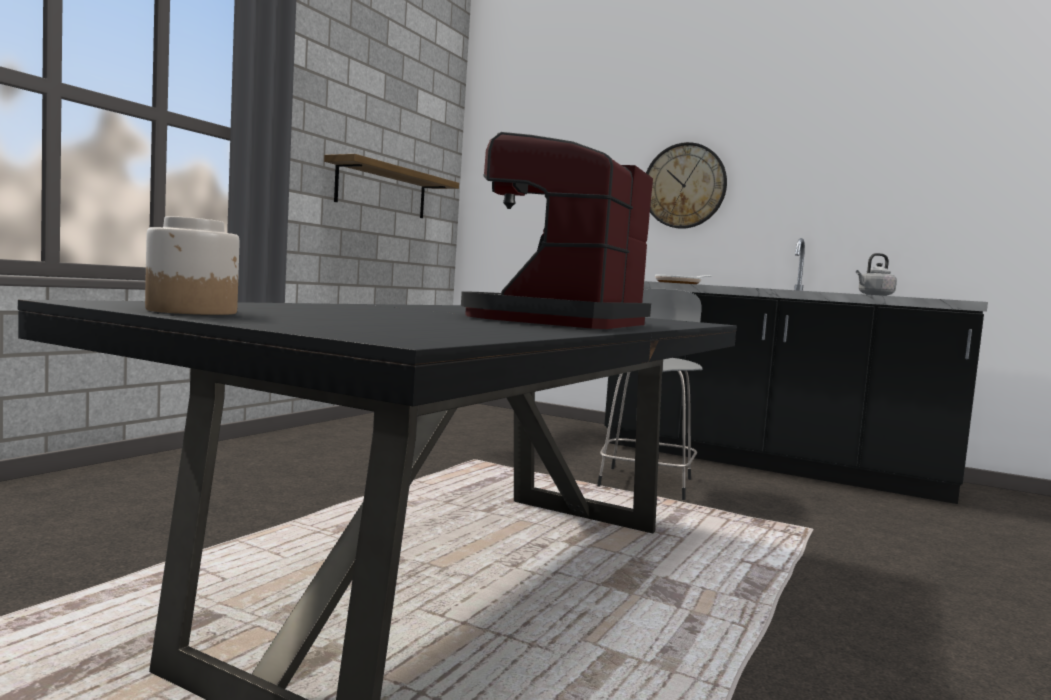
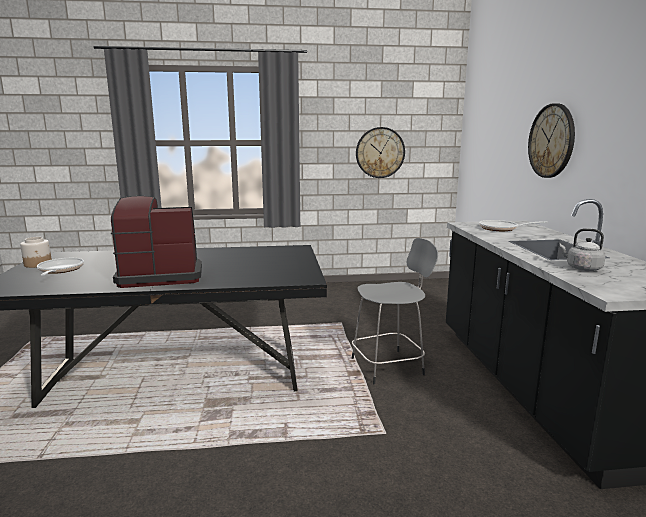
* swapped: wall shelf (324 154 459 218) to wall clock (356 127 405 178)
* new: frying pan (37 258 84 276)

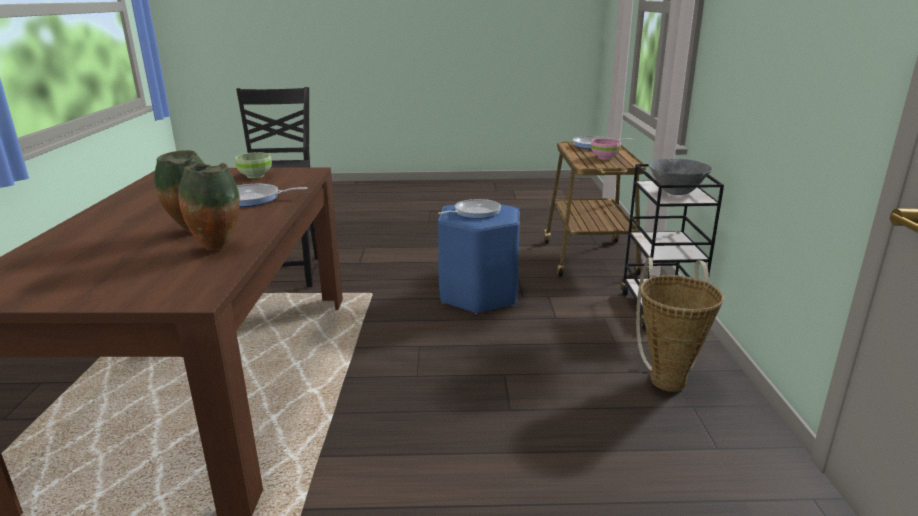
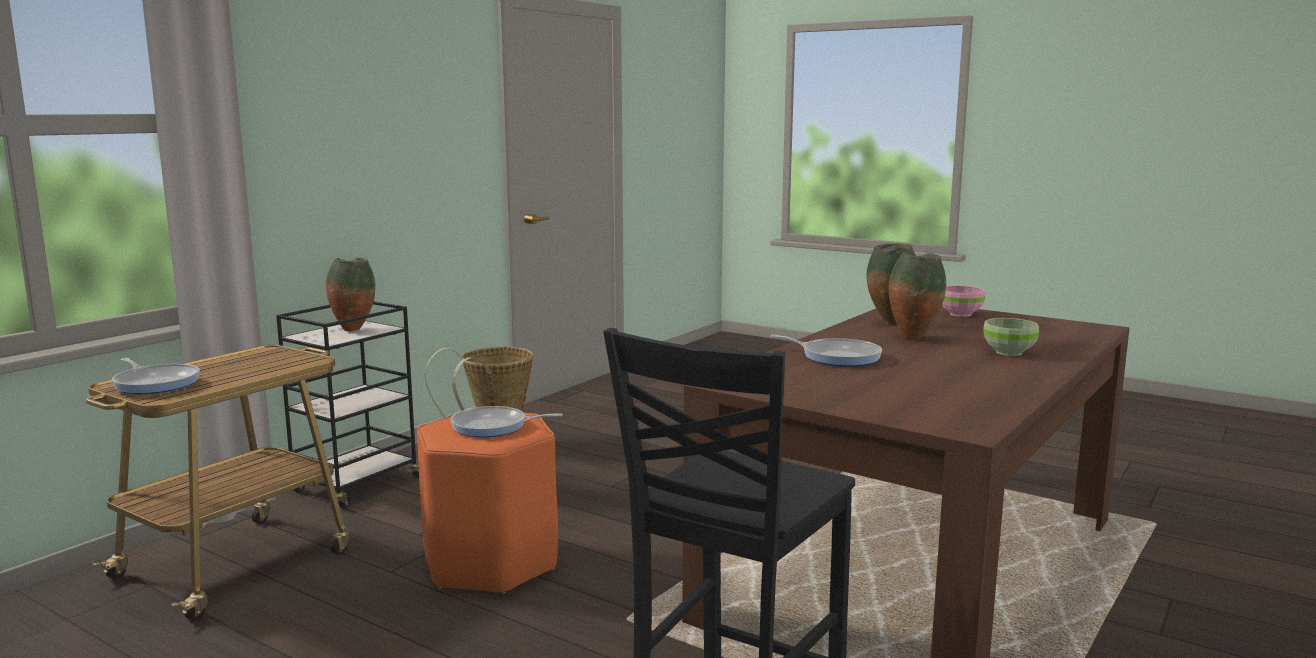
* shifted: deep dish (pink-coloured) (591 138 621 160) to (942 285 985 317)
* shifted: deep dish (greenish) (235 152 272 178) to (983 318 1039 356)
* swapped: deep dish (gray) (648 159 713 195) to decorative vase (326 257 375 332)
* repainted: stool (blue) (438 204 520 315) to stool (orange) (417 413 558 594)

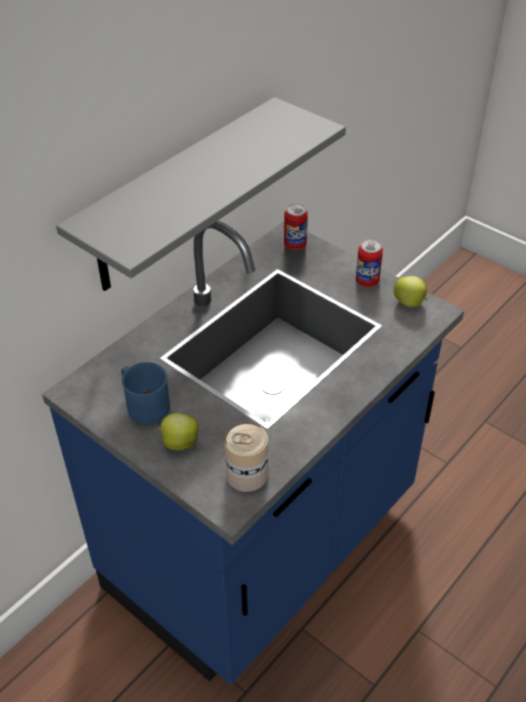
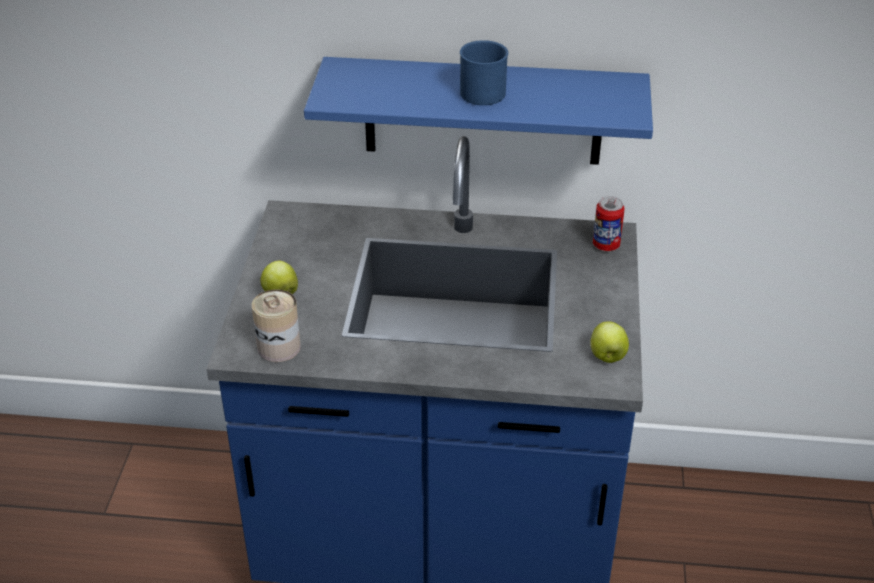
* repainted: wall shelf (gray) (56 97 346 291) to wall shelf (blue) (304 57 653 165)
* gone: can (356 239 383 287)
* shifted: mug (blue) (121 362 170 424) to (460 40 508 105)

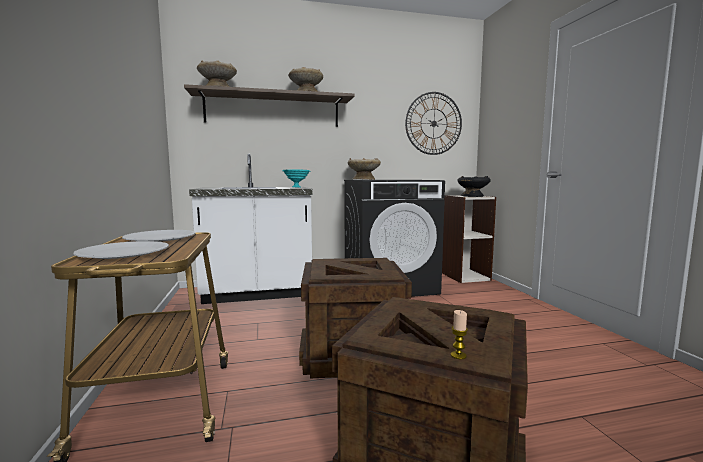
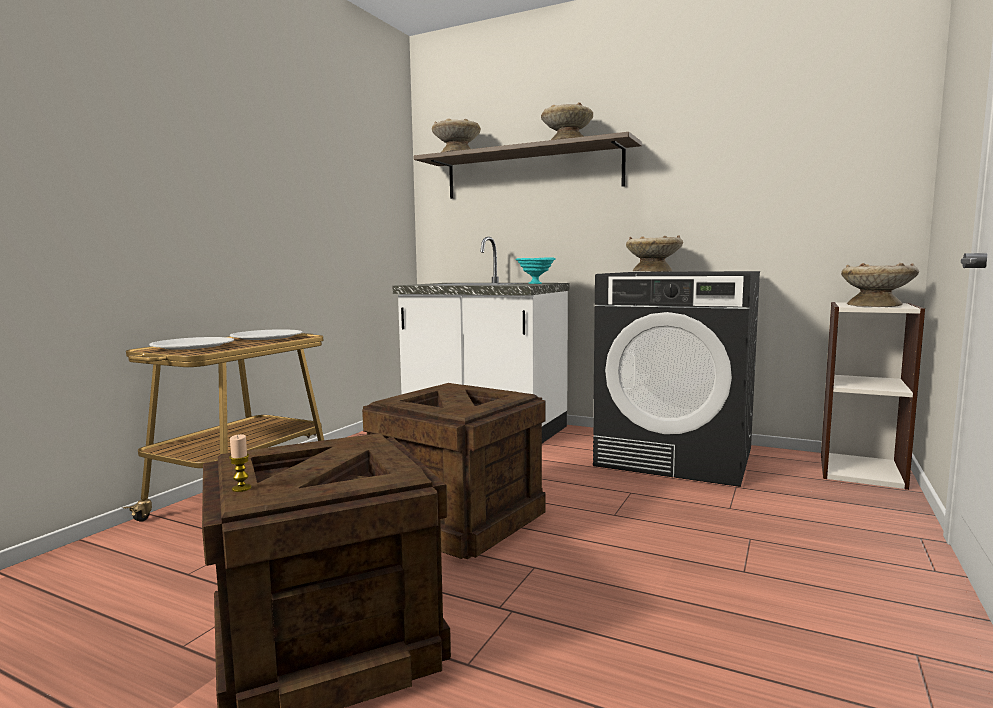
* gone: wall clock (405 92 462 155)
* repainted: deep dish (blackish) (457 176 491 197) to deep dish (beige-coloured) (841 263 919 307)

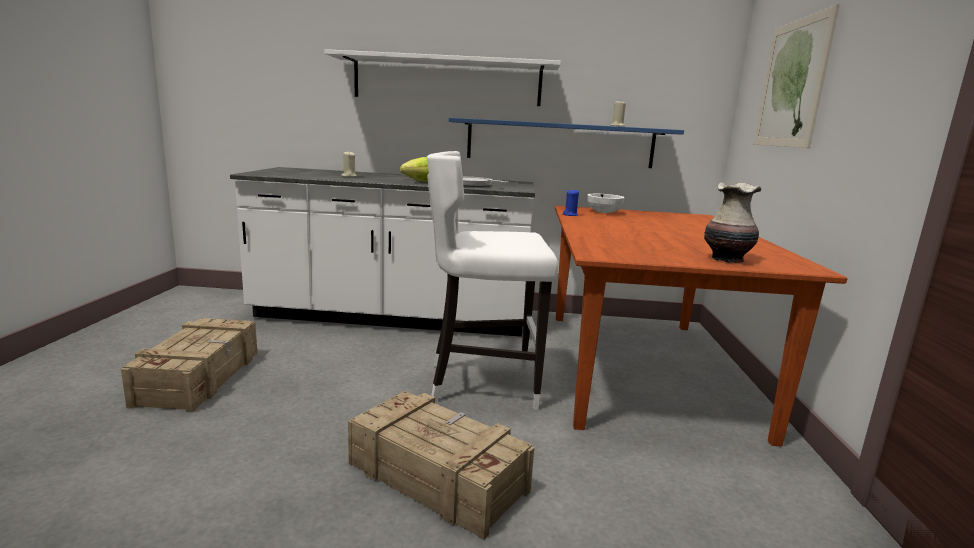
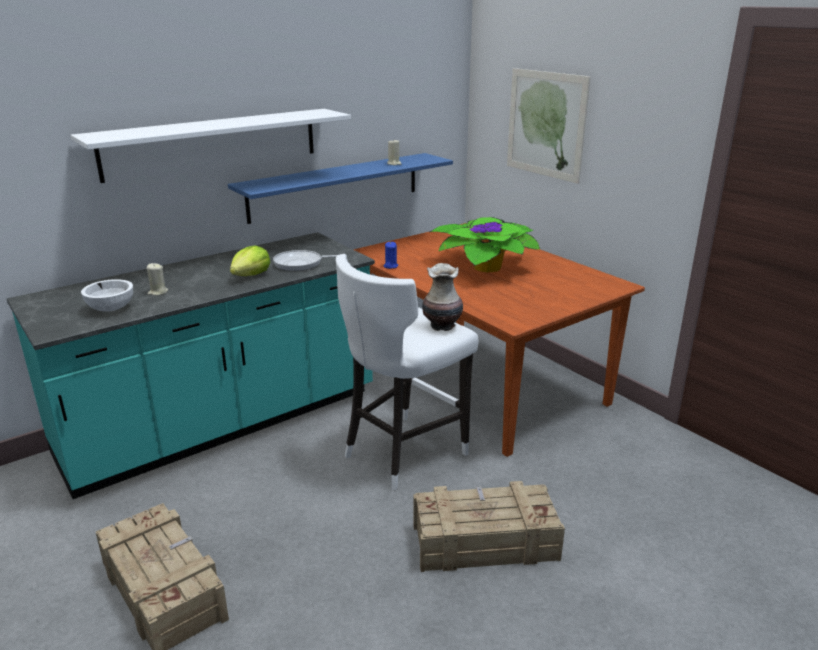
* repainted: counter (white) (230 167 535 337) to counter (turquoise) (7 232 375 499)
* shifted: decorative vase (704 182 761 263) to (422 263 463 331)
* shifted: deep dish (white) (587 194 625 213) to (81 279 133 312)
* new: plant in a pot (430 217 540 272)

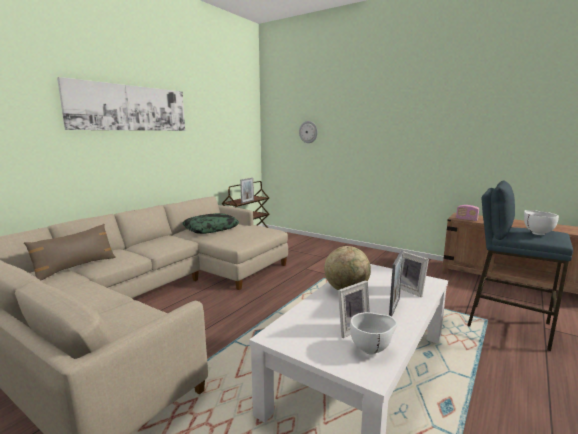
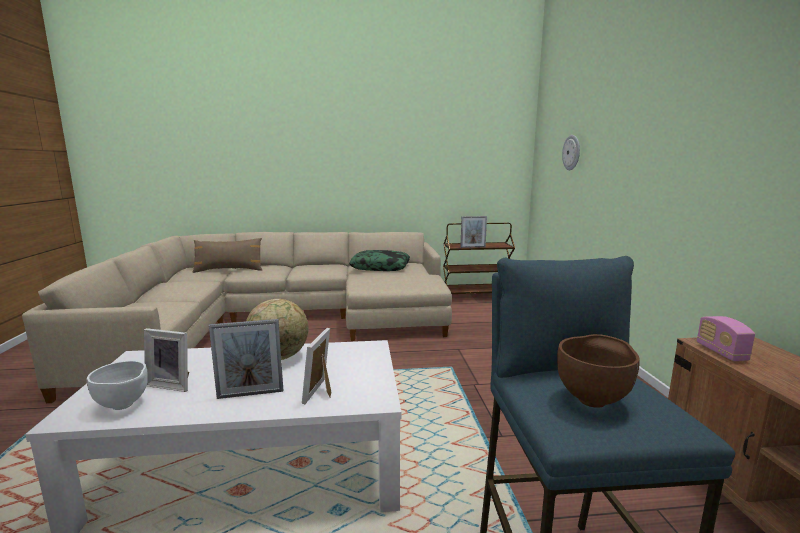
* gone: wall picture (57 77 185 131)
* repainted: deep dish (white) (524 210 559 235) to deep dish (brown-coloured) (557 334 640 408)

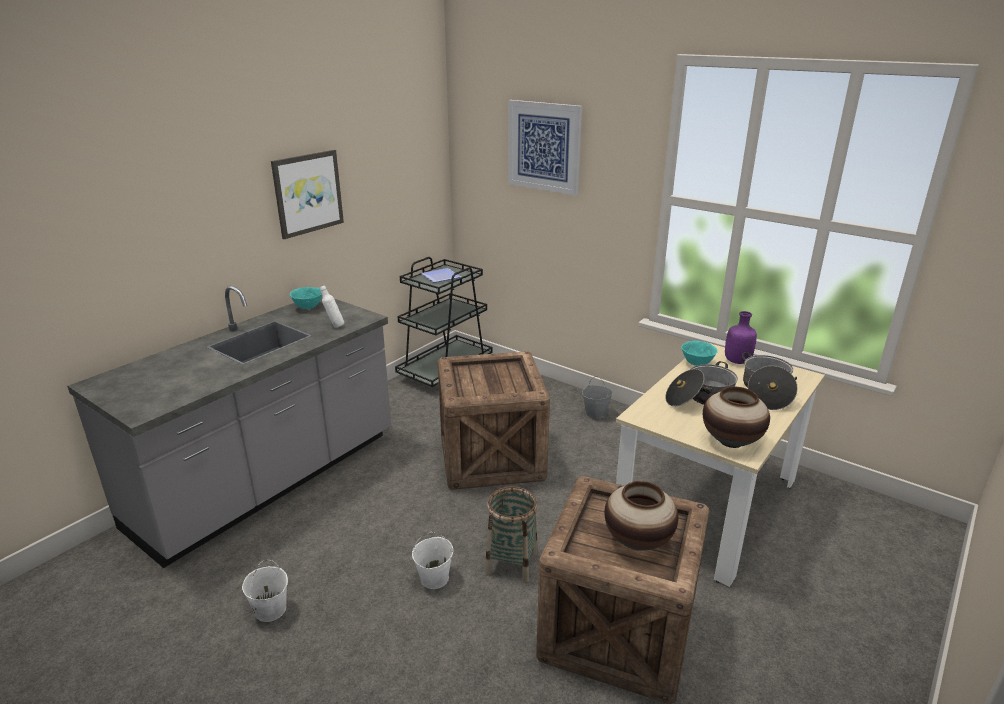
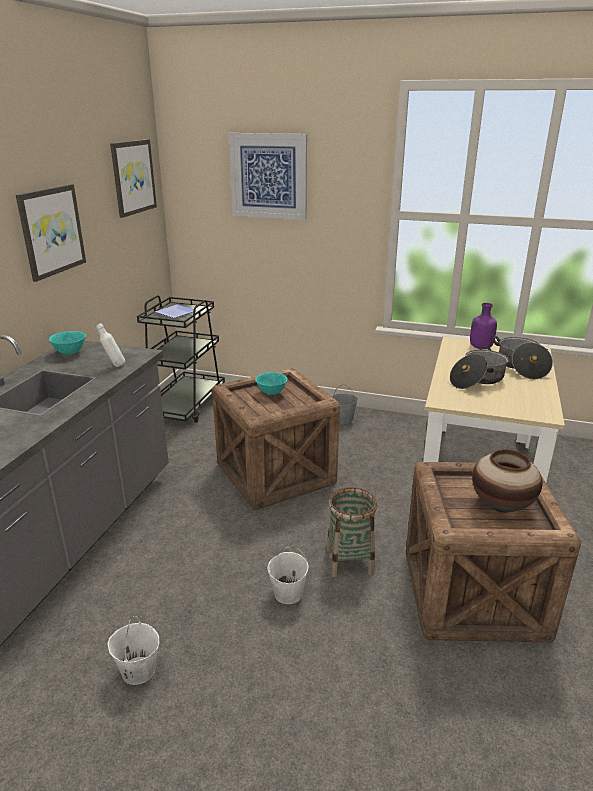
* shifted: deep dish (turquoise) (681 341 718 366) to (256 372 288 395)
* gone: decorative vase (703 387 770 448)
* new: wall picture (110 139 157 218)

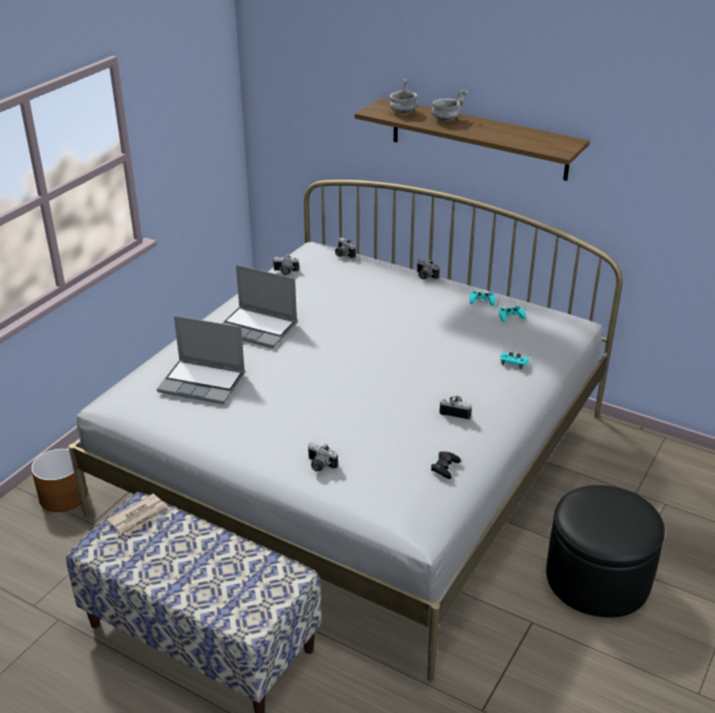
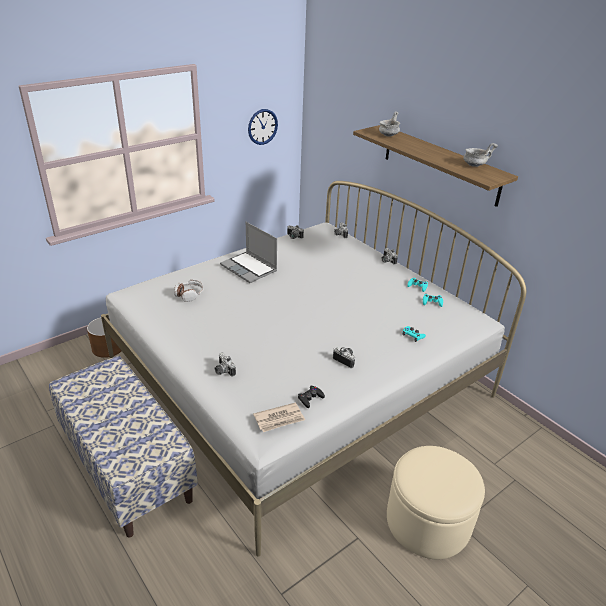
* shifted: deep dish (gray) (431 90 468 121) to (463 143 498 167)
* swapped: laptop (157 316 245 404) to headset (174 280 204 302)
* repainted: ottoman (blackish) (546 485 665 617) to ottoman (beige-coloured) (387 446 485 559)
* shifted: newspaper (107 494 170 535) to (253 402 305 432)
* new: wall clock (248 109 278 145)

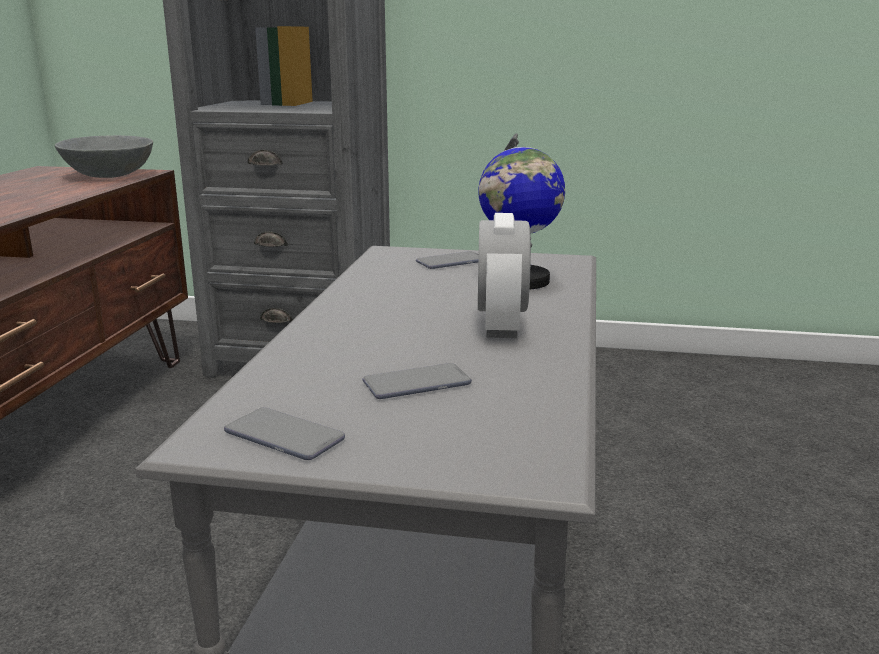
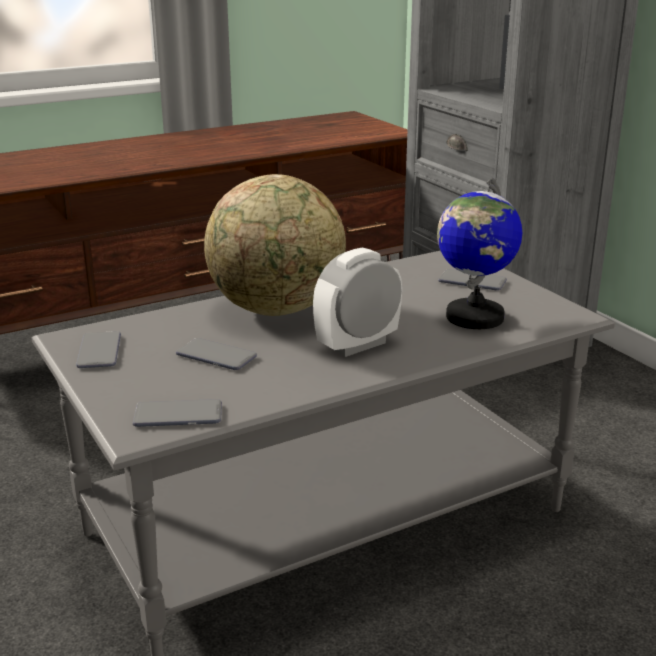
* gone: deep dish (gray) (55 135 153 178)
* new: desk globe (204 174 346 316)
* new: handset (133 399 222 427)

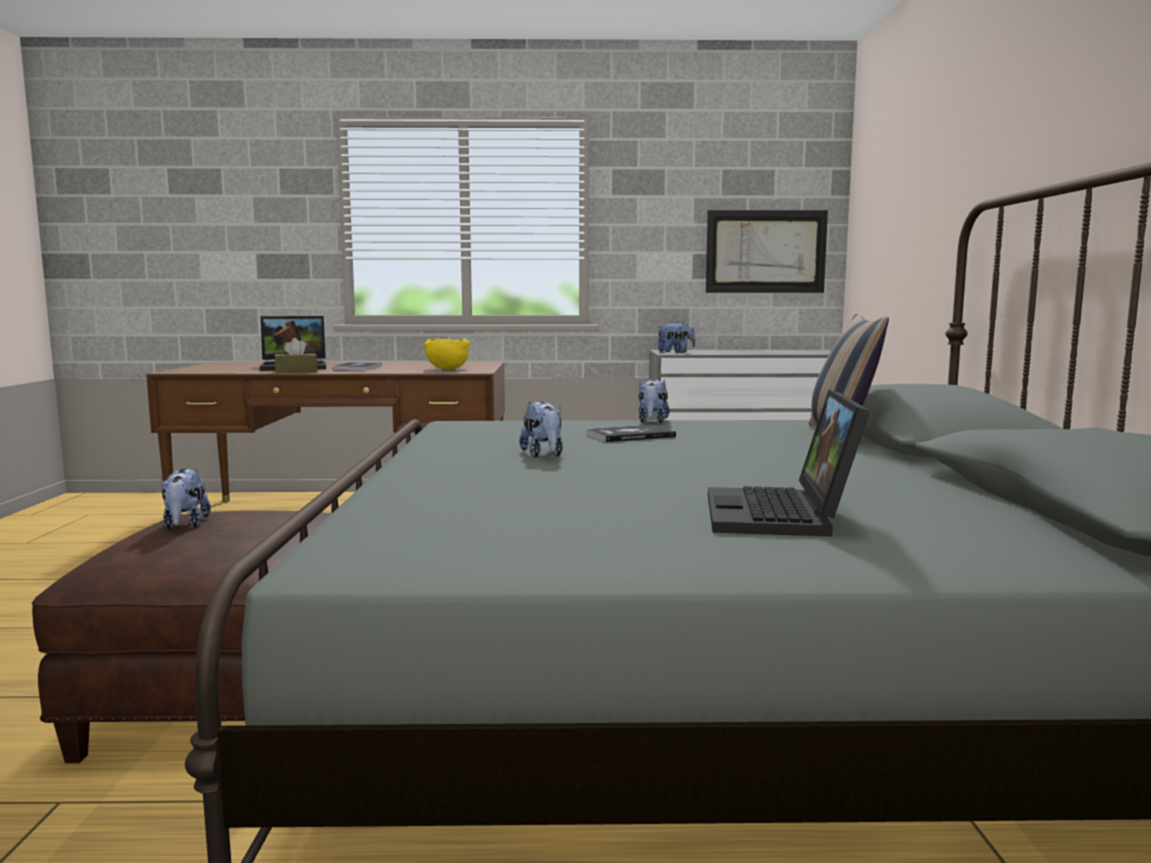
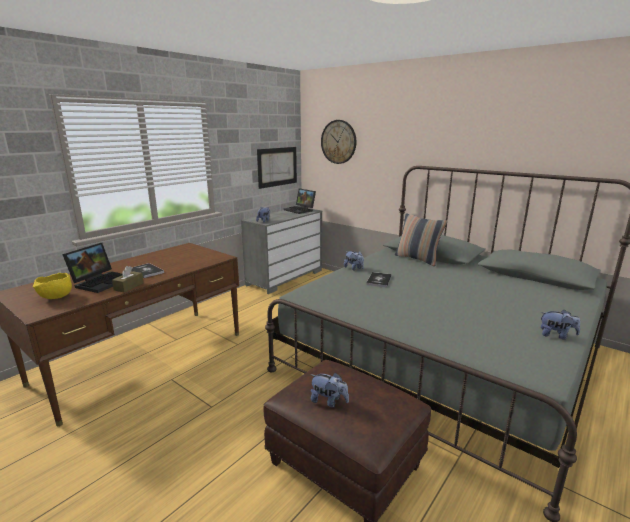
* shifted: deep dish (yellowish) (423 338 470 370) to (33 273 72 299)
* shifted: laptop (708 390 870 537) to (284 188 316 214)
* shifted: cuddly toy (519 401 563 458) to (540 310 580 339)
* new: wall clock (321 120 356 164)

